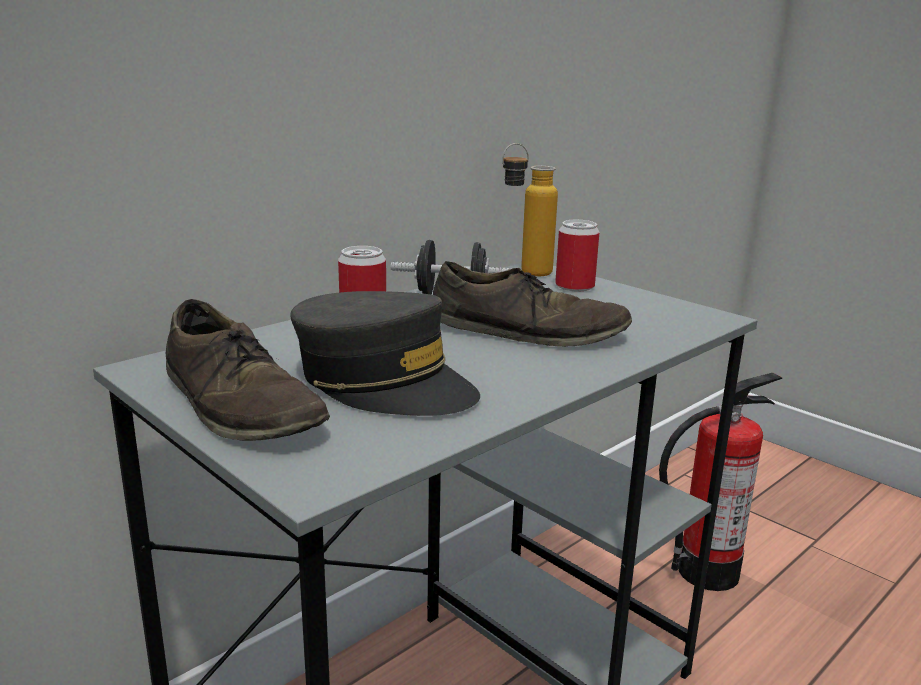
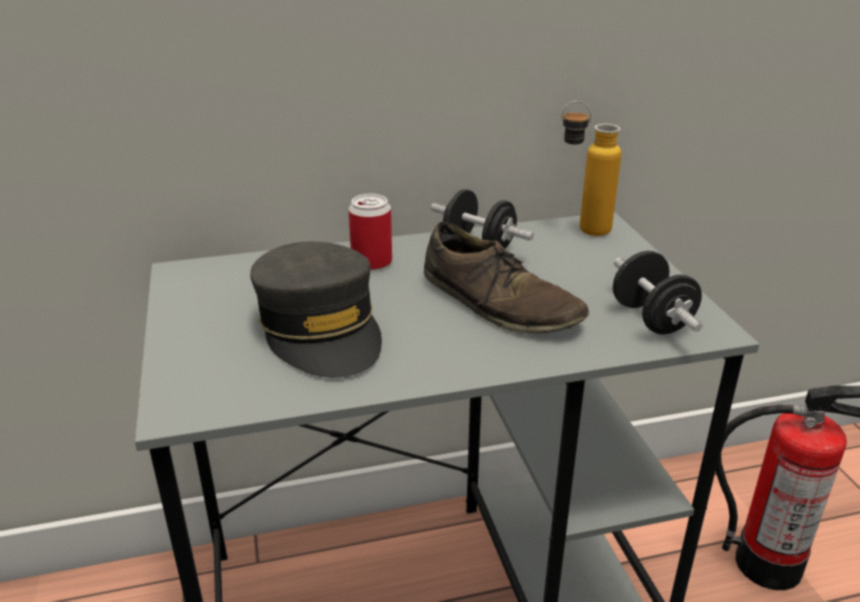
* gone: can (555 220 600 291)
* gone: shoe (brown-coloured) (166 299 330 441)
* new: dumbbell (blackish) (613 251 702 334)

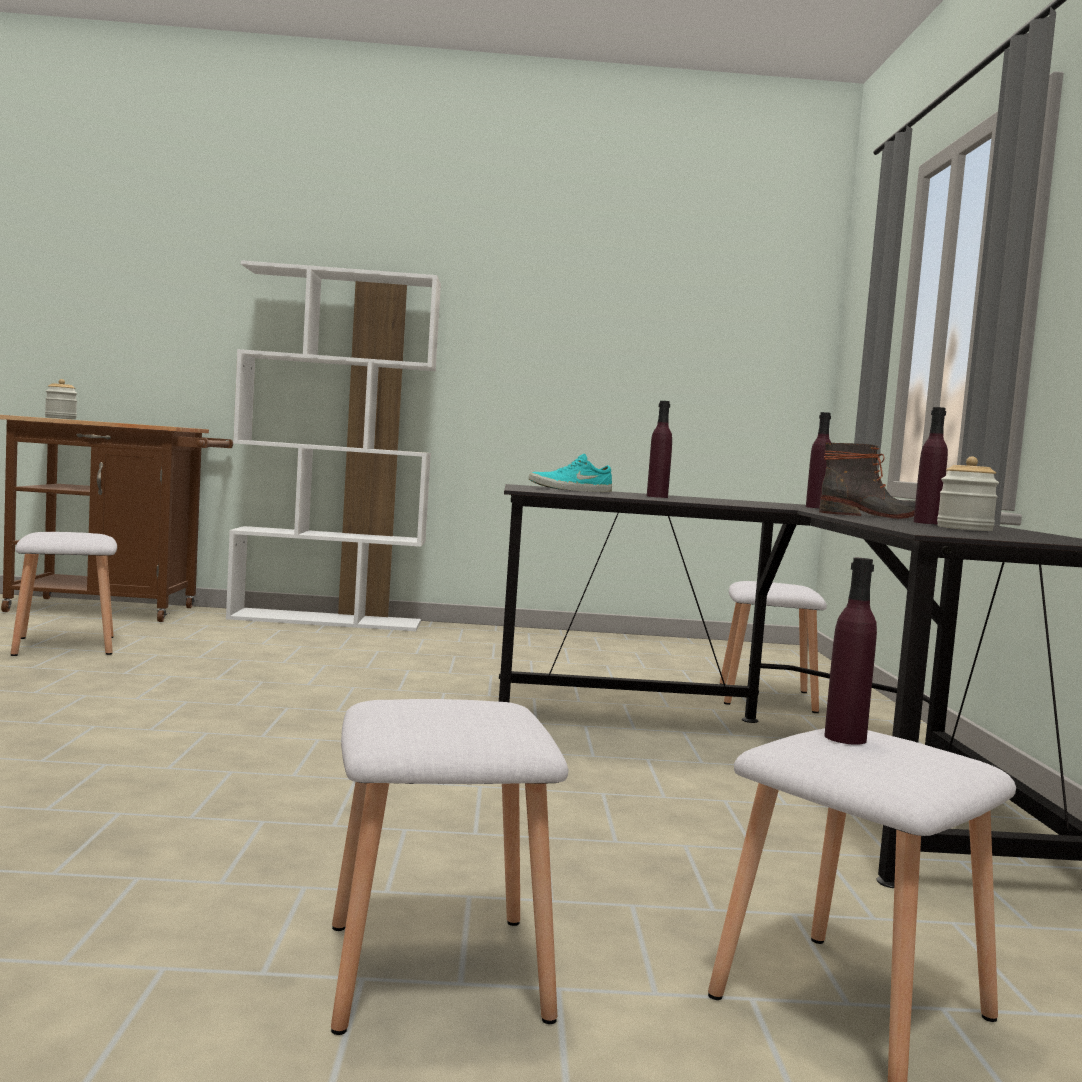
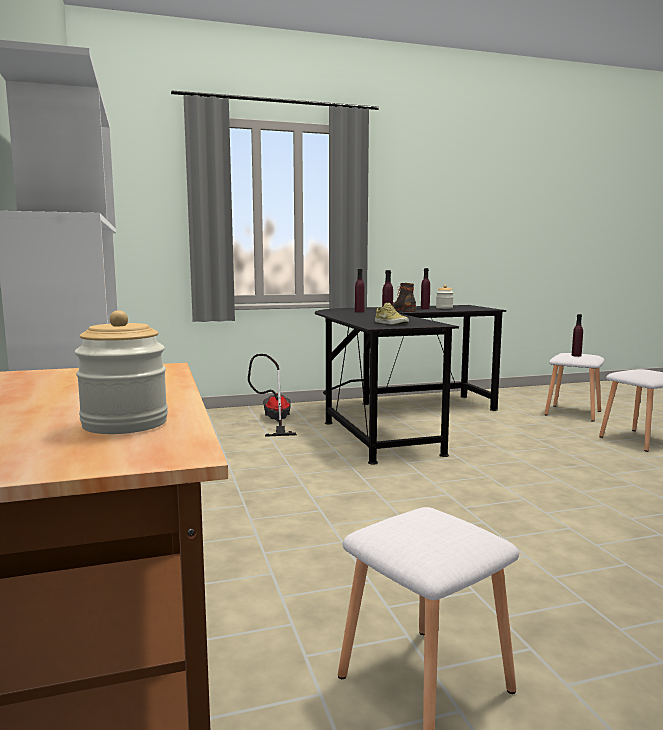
* repainted: shoe (turquoise) (529 454 612 492) to shoe (beige-coloured) (375 303 409 325)
* swapped: stool (white) (720 581 827 713) to hoover (248 354 297 437)

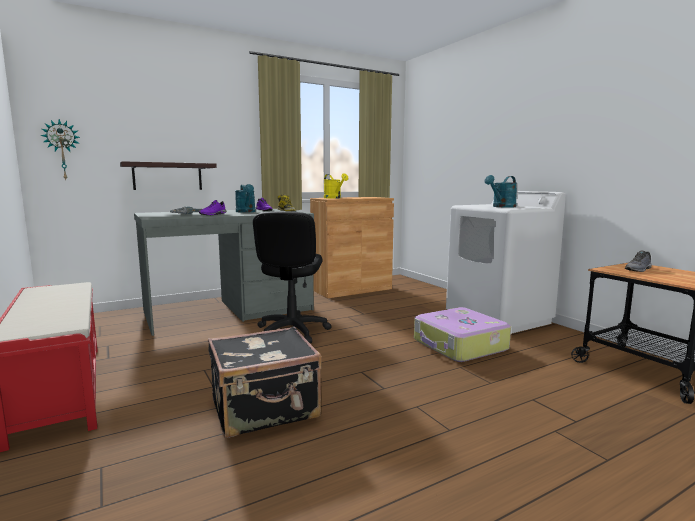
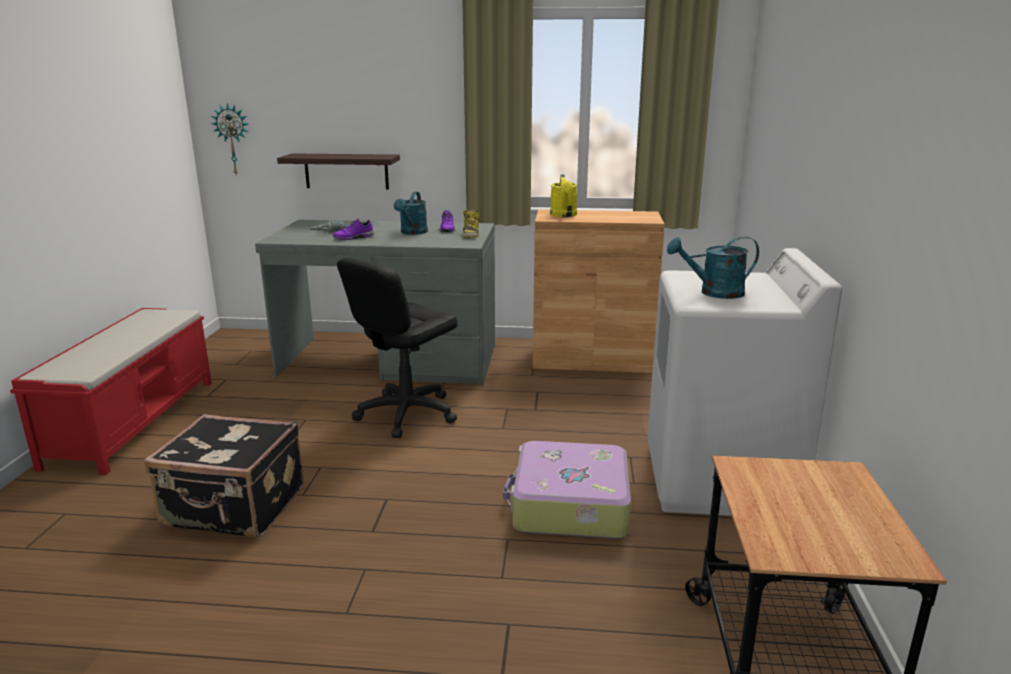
* gone: shoe (gray) (625 251 652 272)

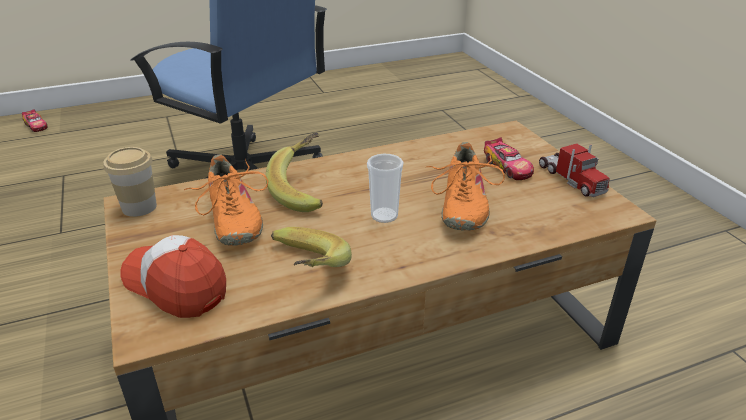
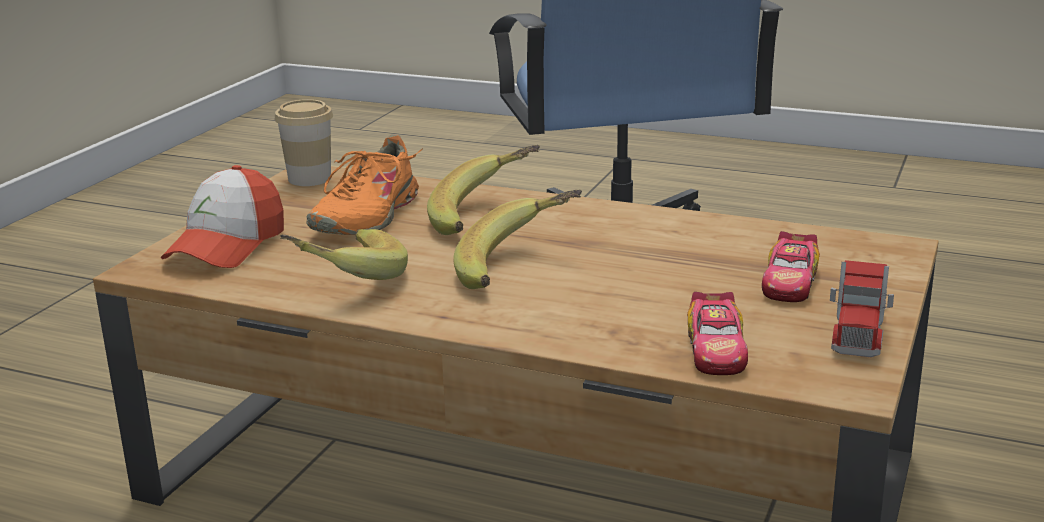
* shifted: model car (22 109 47 132) to (687 292 748 375)
* gone: shoe (orange) (426 142 505 231)
* swapped: drinking cup (367 154 404 223) to whole banana (453 190 582 289)
* rotated: cap (121 235 226 318) = (161 165 284 268) 150 degrees counterclockwise

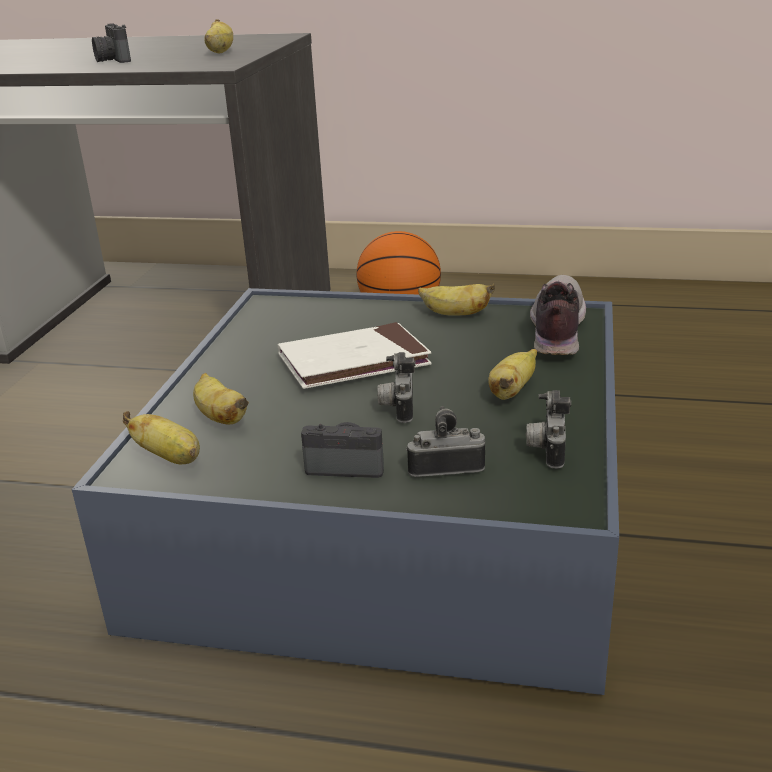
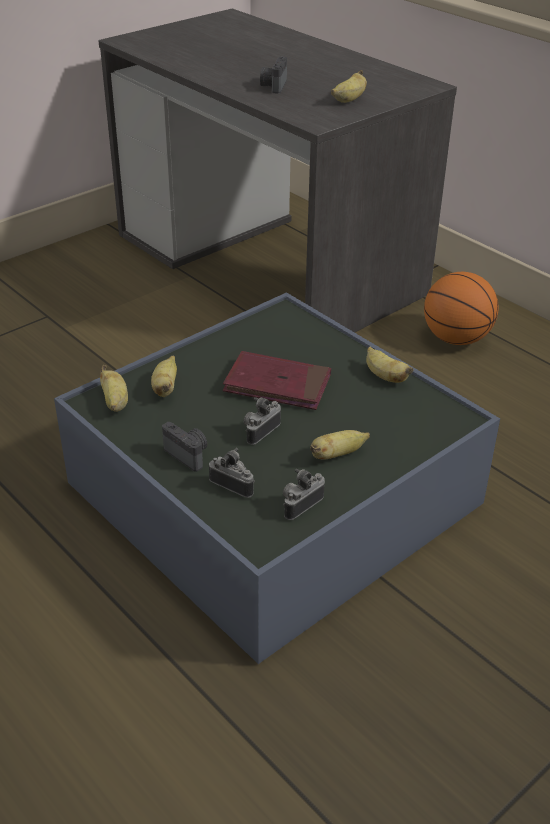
* gone: shoe (530 275 586 355)
* repainted: bound book (white) (278 322 432 389) to bound book (reddish) (223 351 331 410)

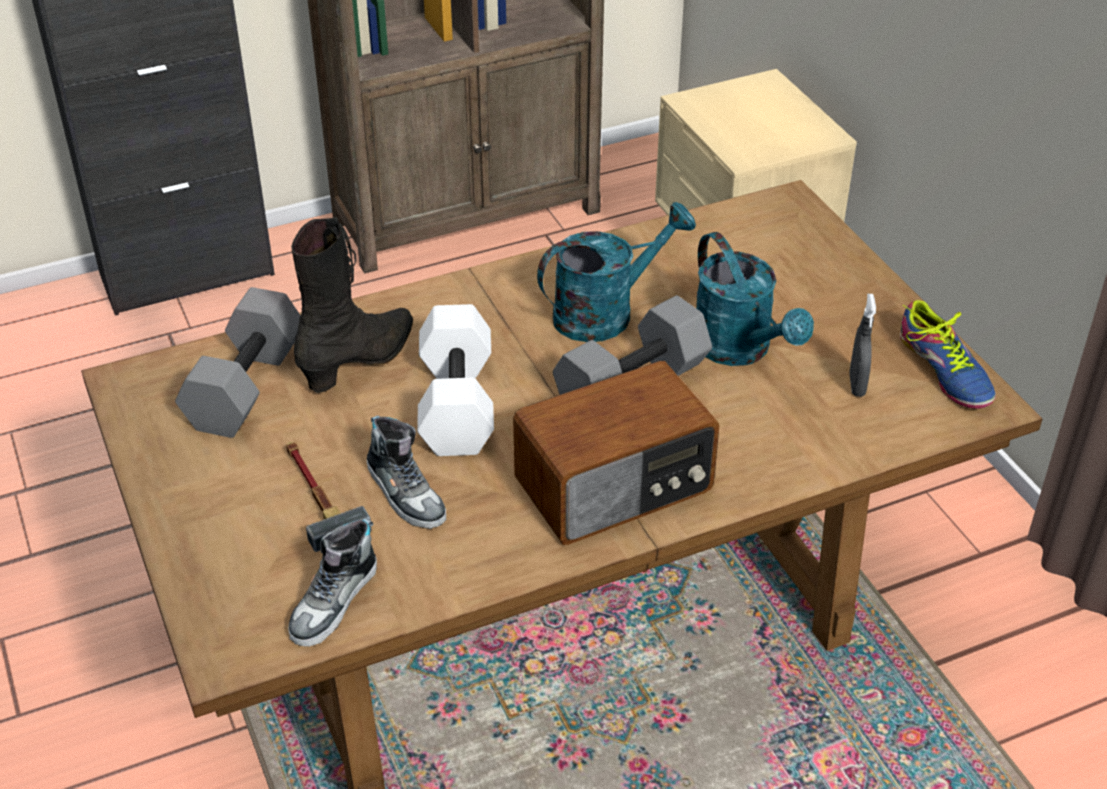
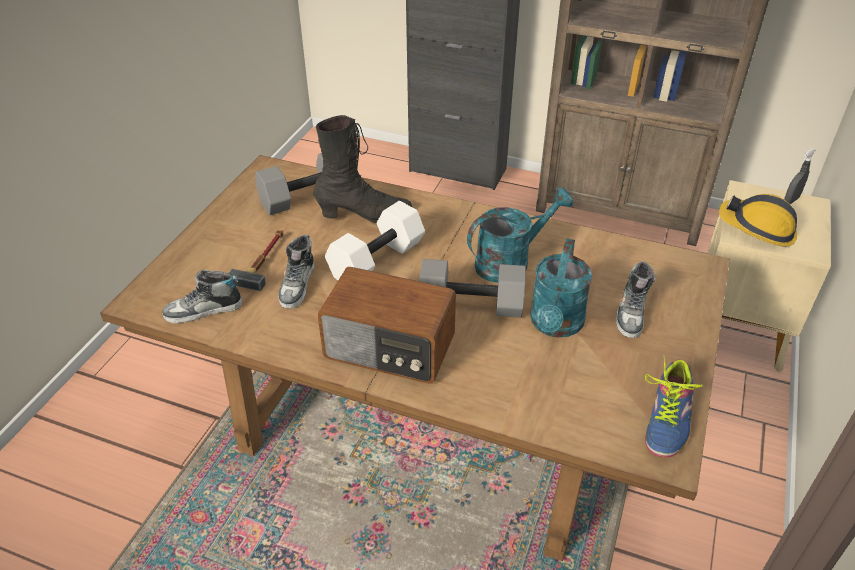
* rotated: watering can (turquoise) (537 202 696 342) = (467 187 573 283) 45 degrees counterclockwise
* shifted: sprayer (gray) (849 294 876 397) to (784 148 815 204)
* new: work helmet (719 194 797 247)
* new: shoe (616 261 656 338)

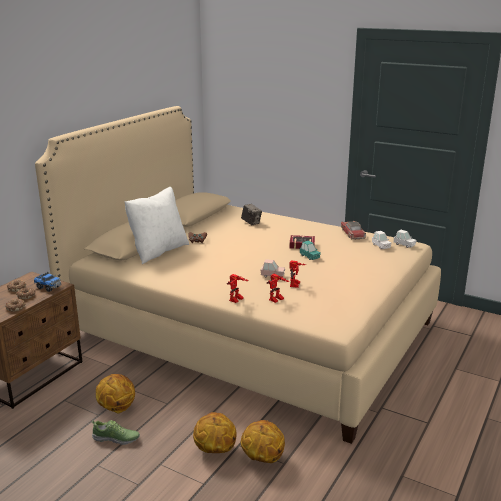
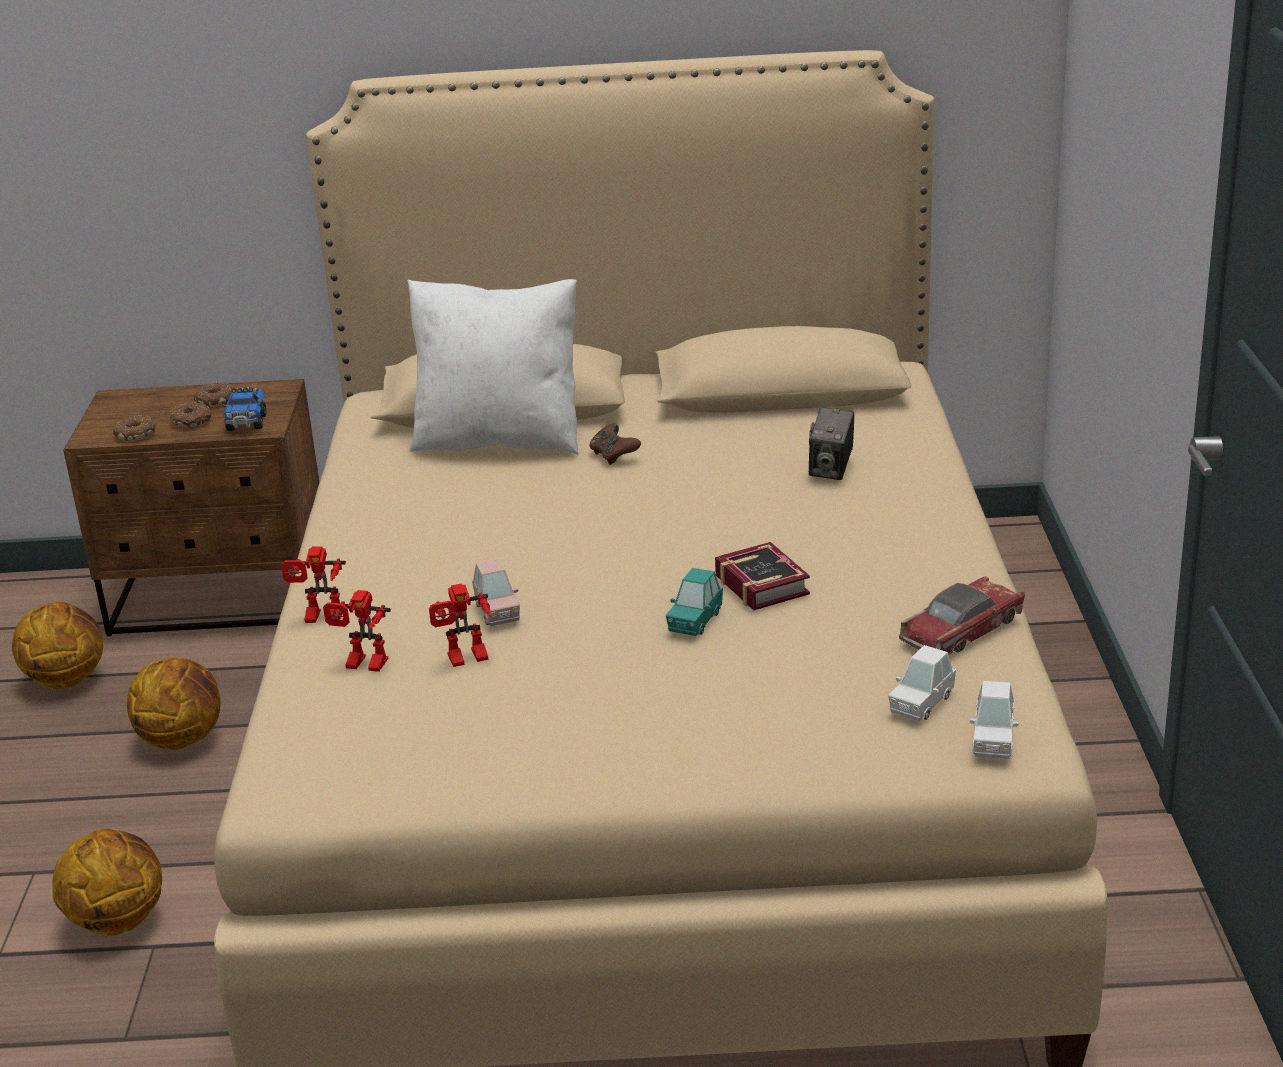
* gone: shoe (92 420 140 445)
* shifted: ball for basketball (241 420 285 463) to (12 602 103 689)

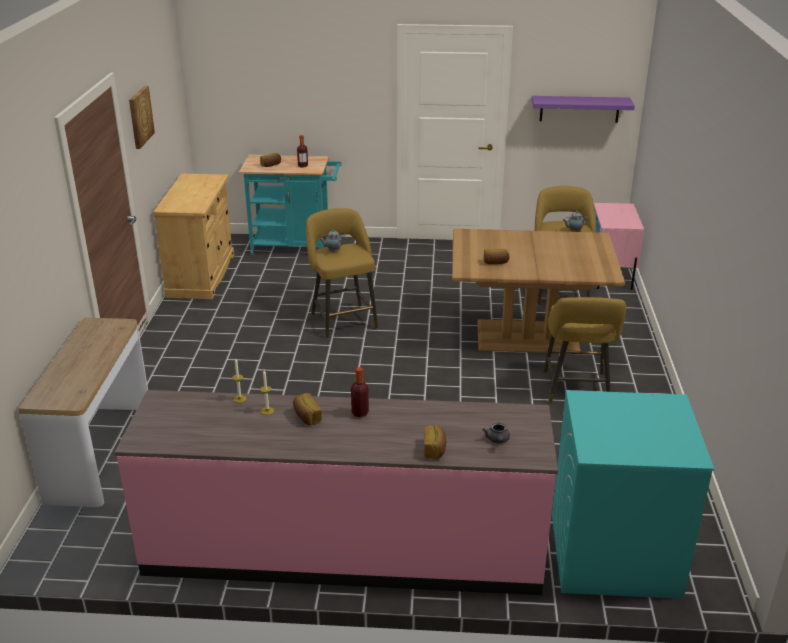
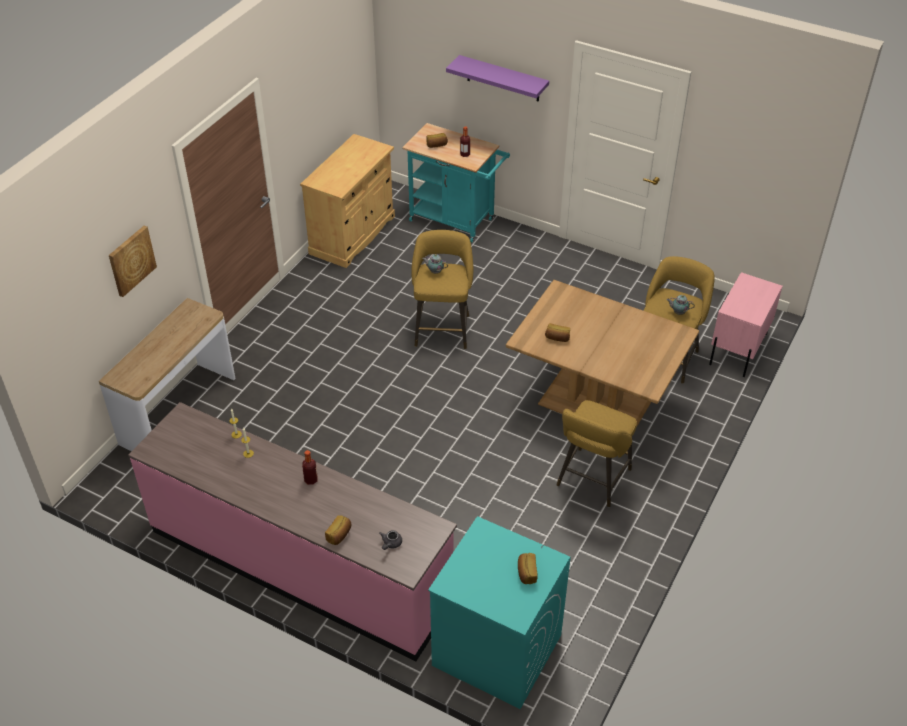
* shifted: wall picture (129 86 155 149) to (109 226 157 297)
* shifted: wall shelf (purplish) (532 96 635 123) to (446 55 549 102)
* shifted: bread (293 393 322 425) to (518 553 538 584)

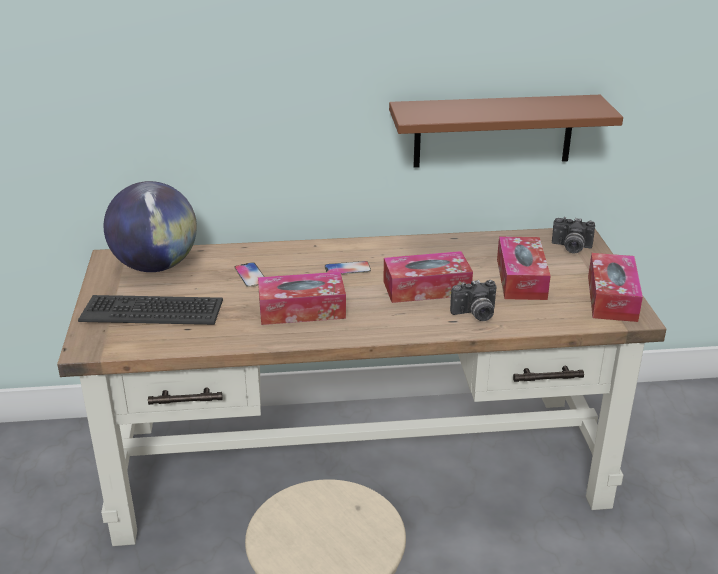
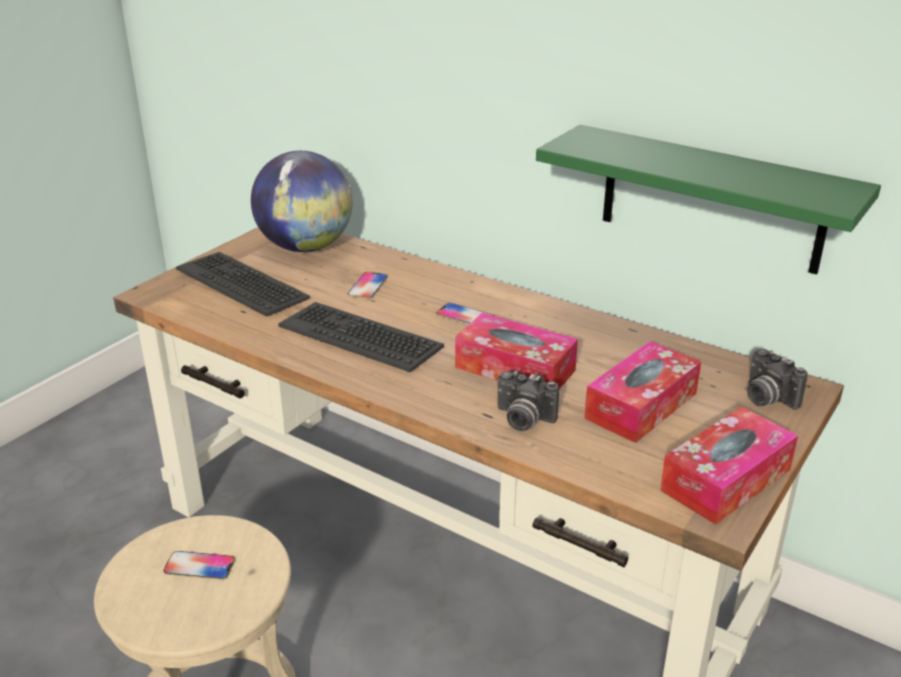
* repainted: wall shelf (brown-coloured) (389 95 623 168) to wall shelf (greenish) (536 125 881 274)
* swapped: tissue holder (258 272 346 325) to computer keyboard (278 302 444 372)
* new: handset (164 551 235 580)

